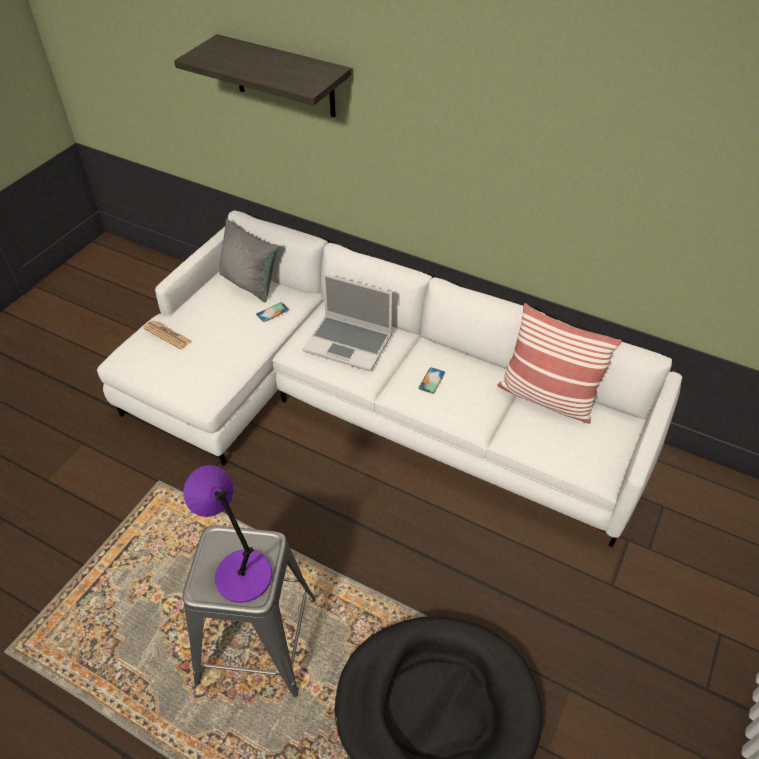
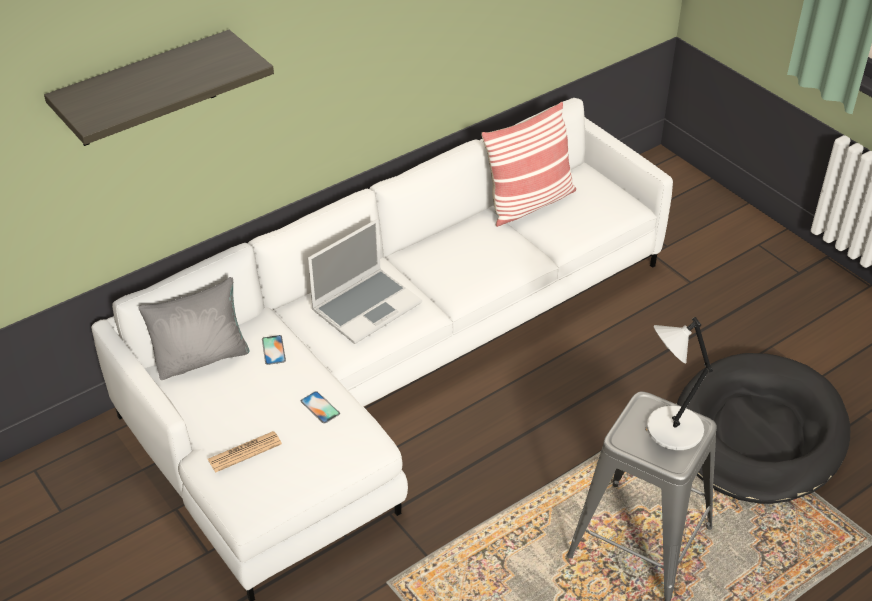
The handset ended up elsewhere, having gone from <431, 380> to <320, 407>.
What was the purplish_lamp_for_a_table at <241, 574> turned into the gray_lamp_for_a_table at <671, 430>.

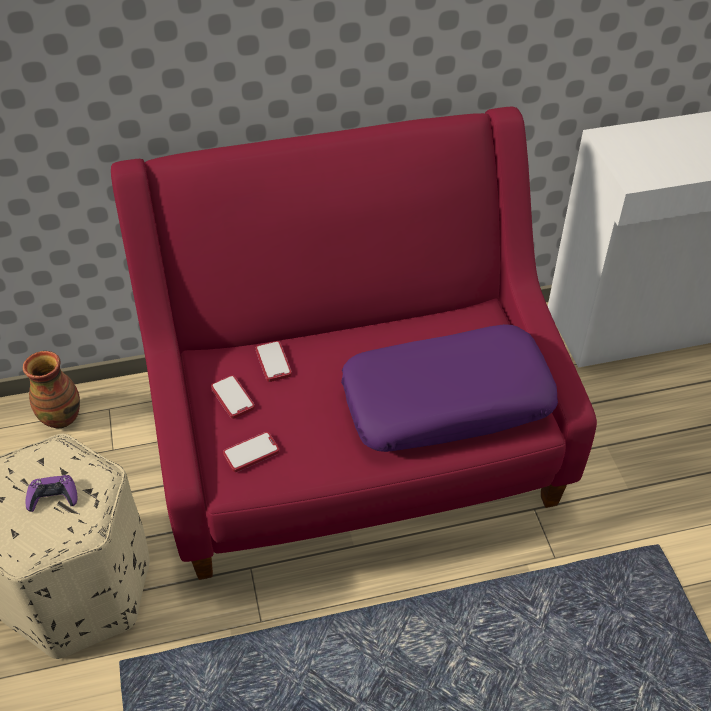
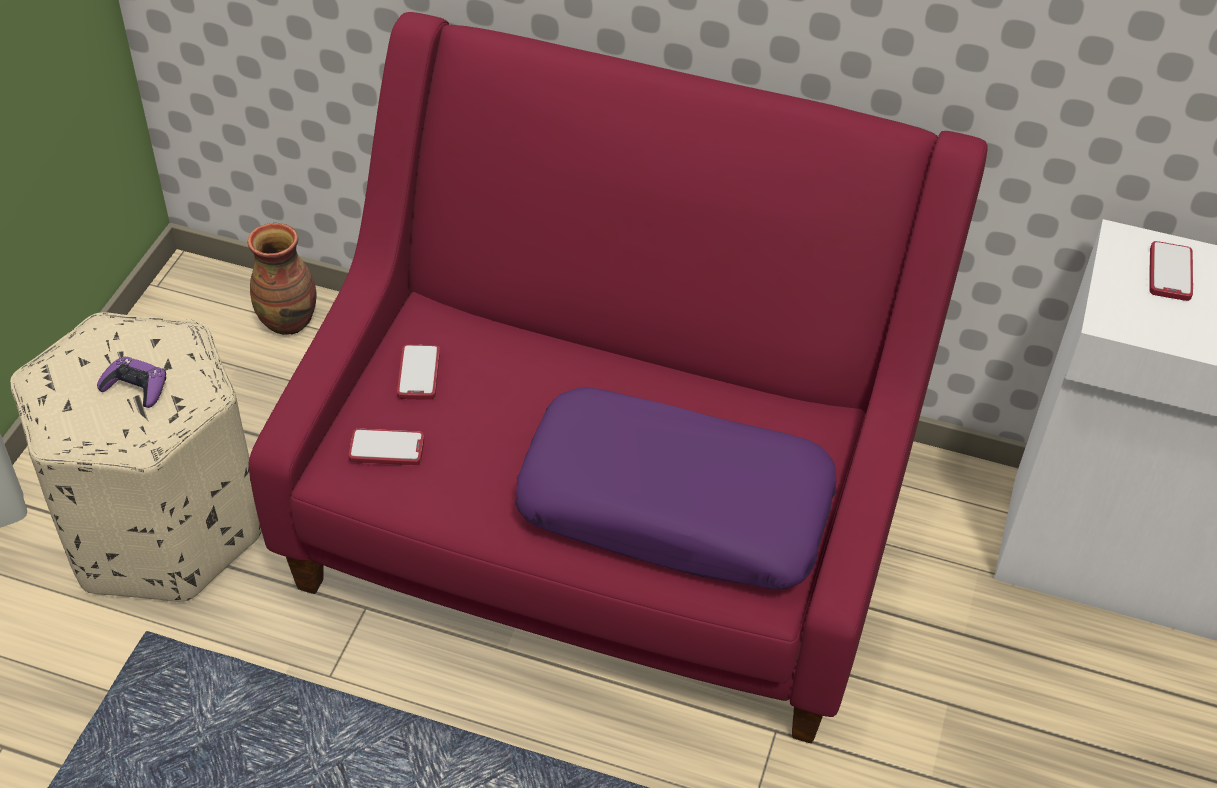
The handset ended up elsewhere, having gone from <273, 362> to <1170, 273>.

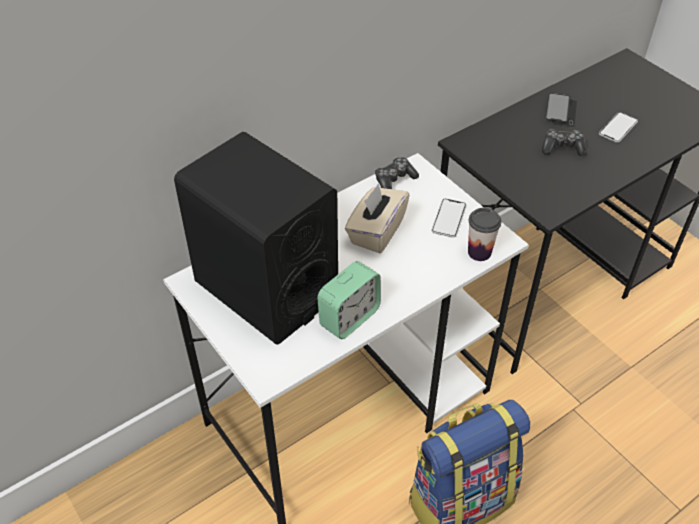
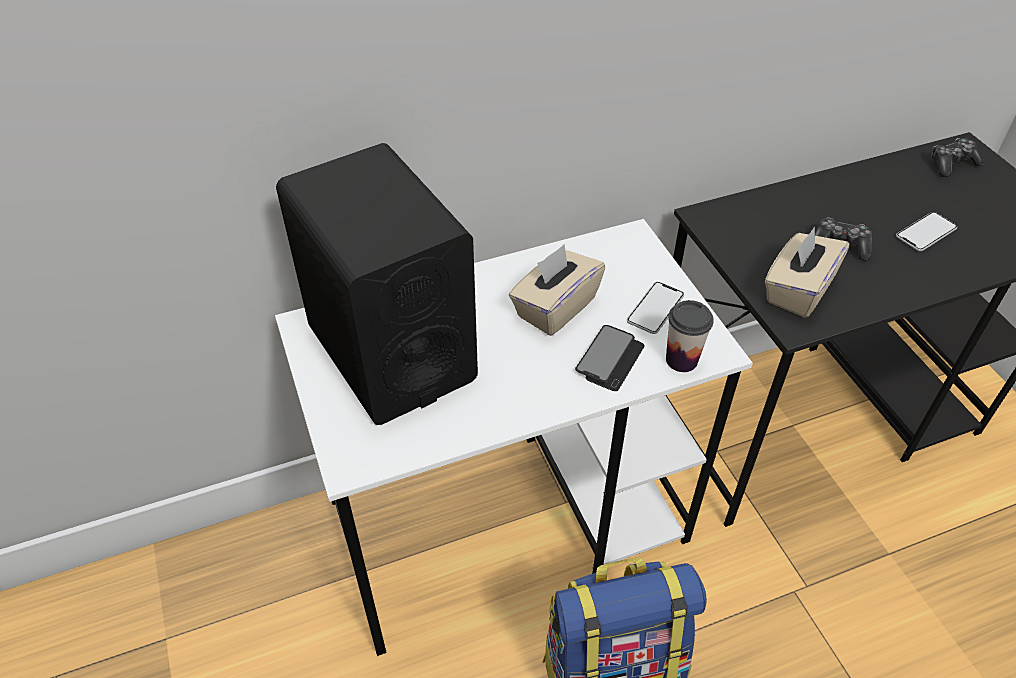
The second view lost the alarm_clock at <349, 318>.
The second view gained the sand-coloured_box_of_tissues at <797, 290>.
The game_controller ended up elsewhere, having gone from <394, 180> to <952, 164>.
The handset ended up elsewhere, having gone from <560, 111> to <610, 359>.

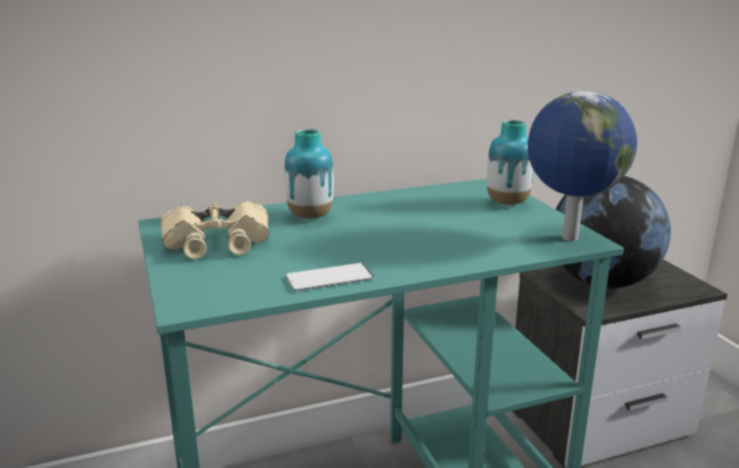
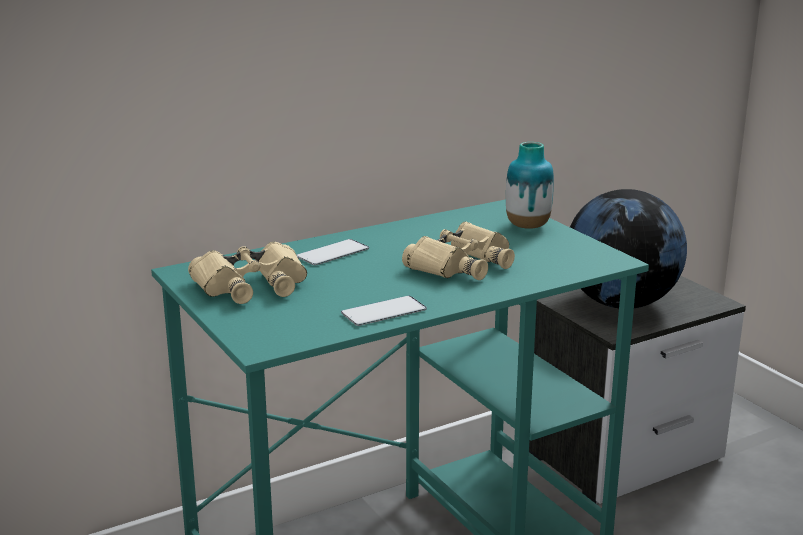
The second view lost the globe at <568, 238>.
The second view gained the sand-coloured_pair_of_binoculars at <462, 264>.
Where the decorative_vase stood at <310, 216>, the handset came to stand at <333, 253>.

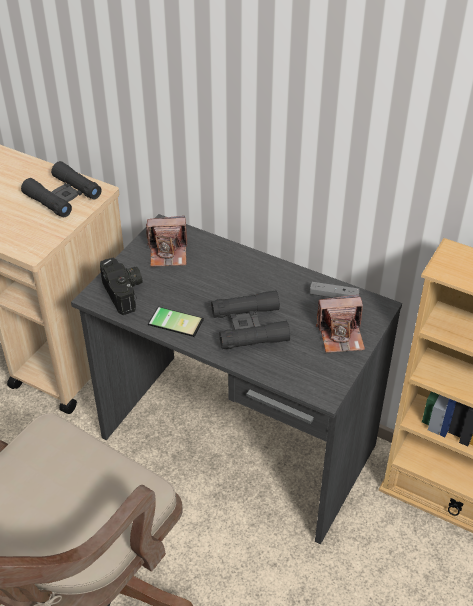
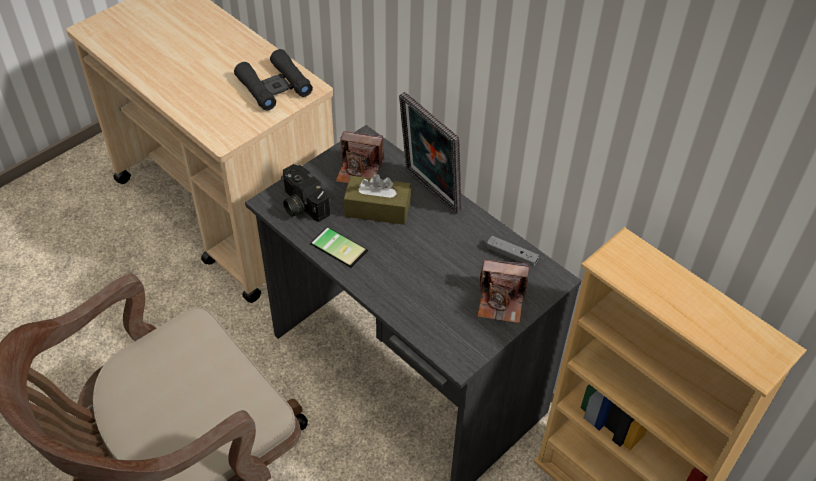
The second view lost the black-coloured_pair_of_binoculars at <249, 326>.
The second view gained the brown_box_of_tissues at <377, 209>.
The second view gained the photo_frame at <429, 192>.
The still_camera at <125, 293> ended up facing another way, 150 degrees clockwise from before.

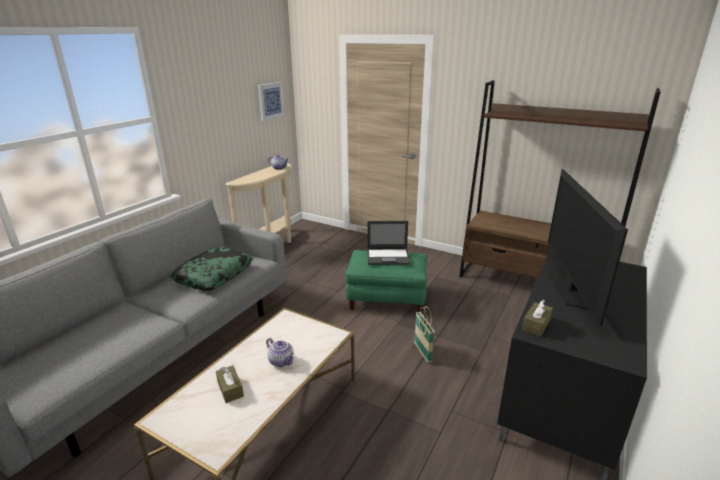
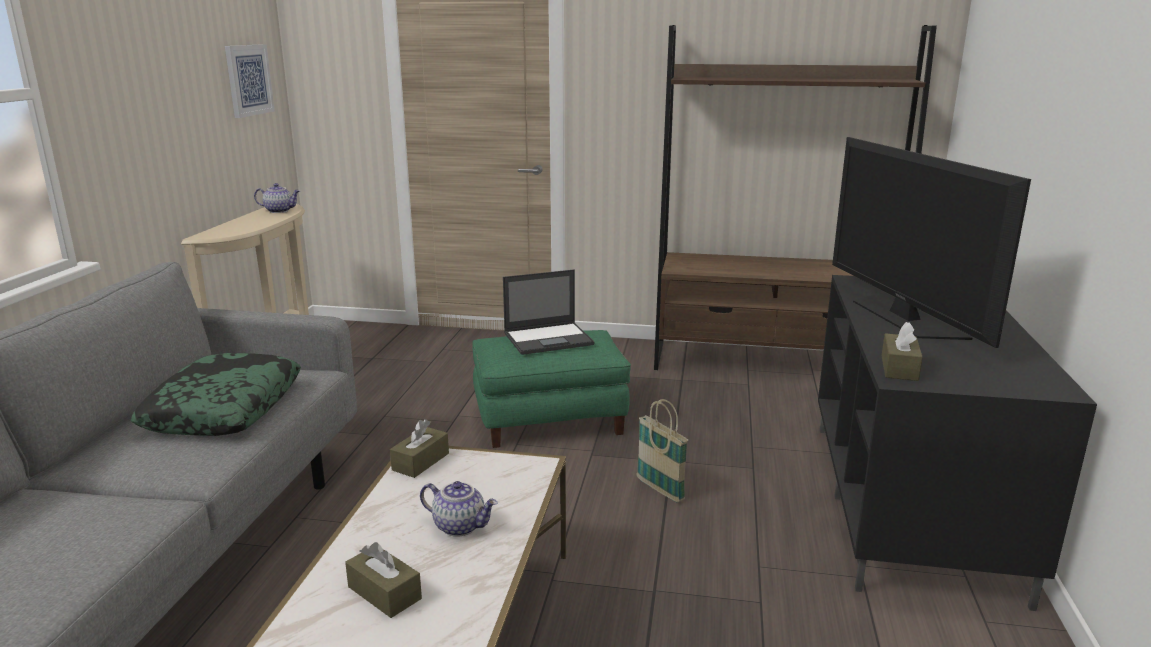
The second view gained the brown_box_of_tissues at <420, 462>.

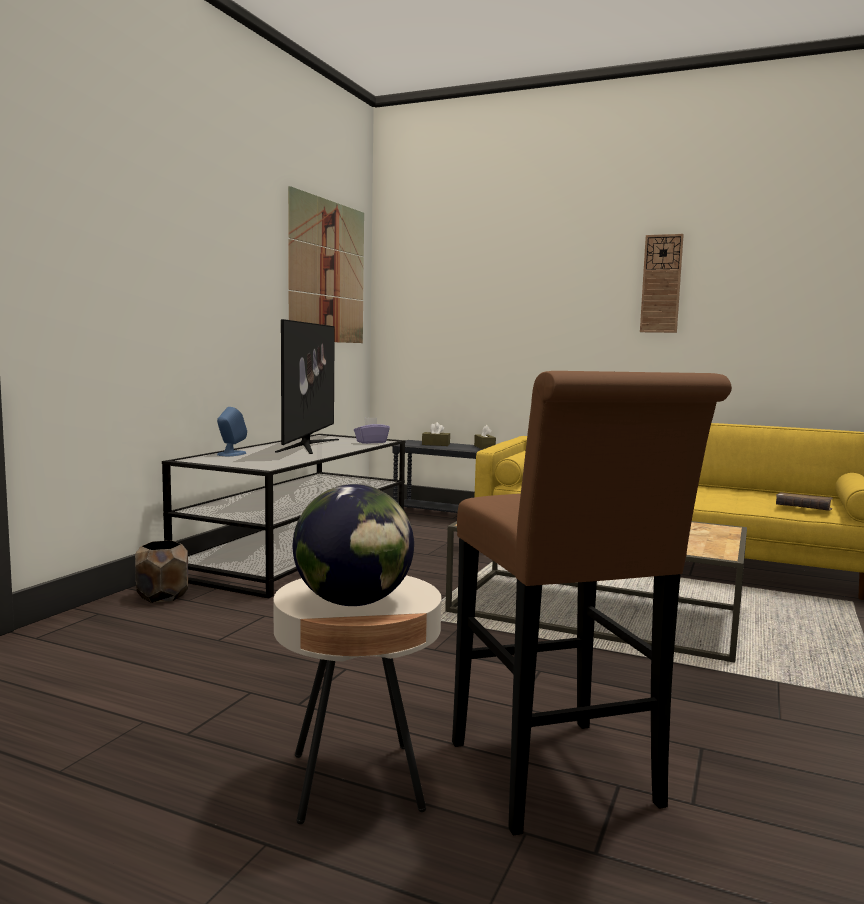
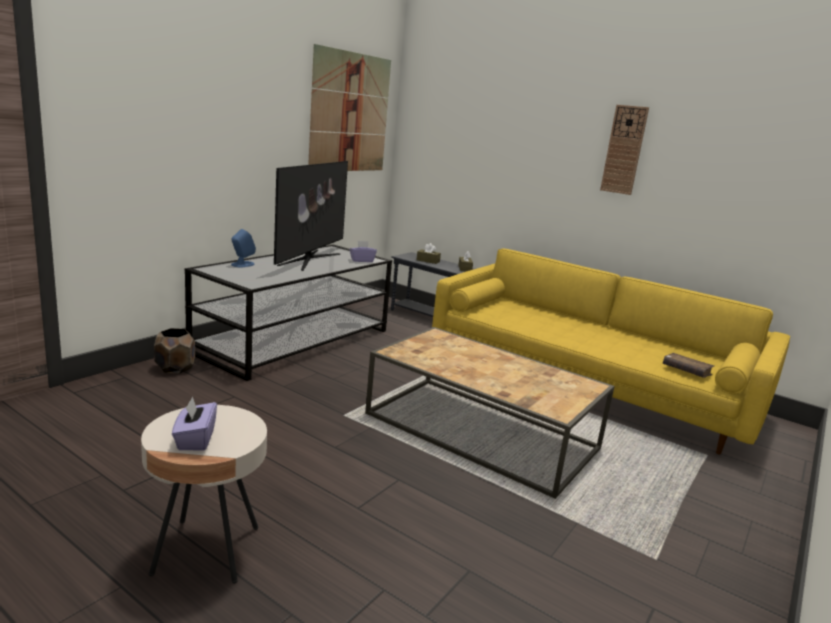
The second view lost the brown_stool_seat at <560, 782>.
Where the globe stood at <354, 602>, the purplish_box_of_tissues came to stand at <195, 439>.

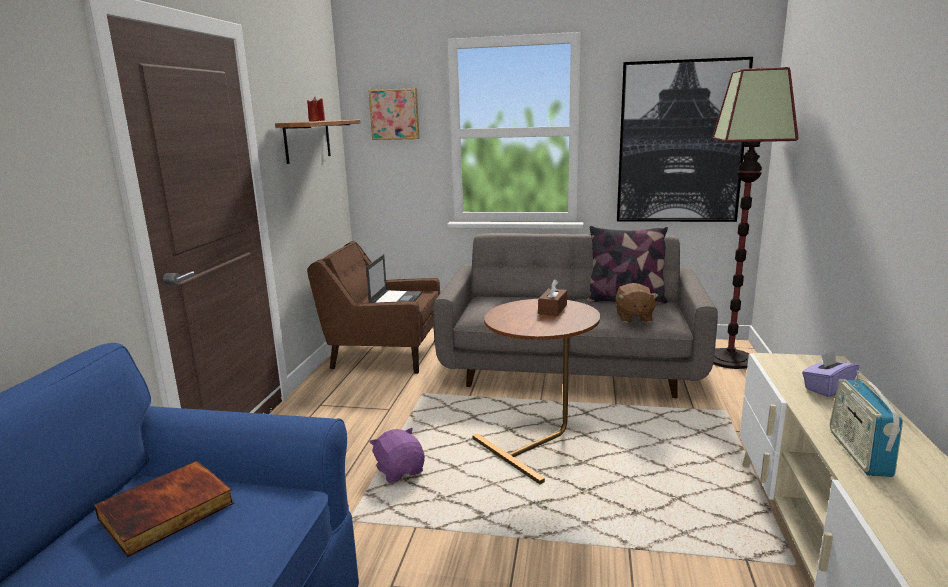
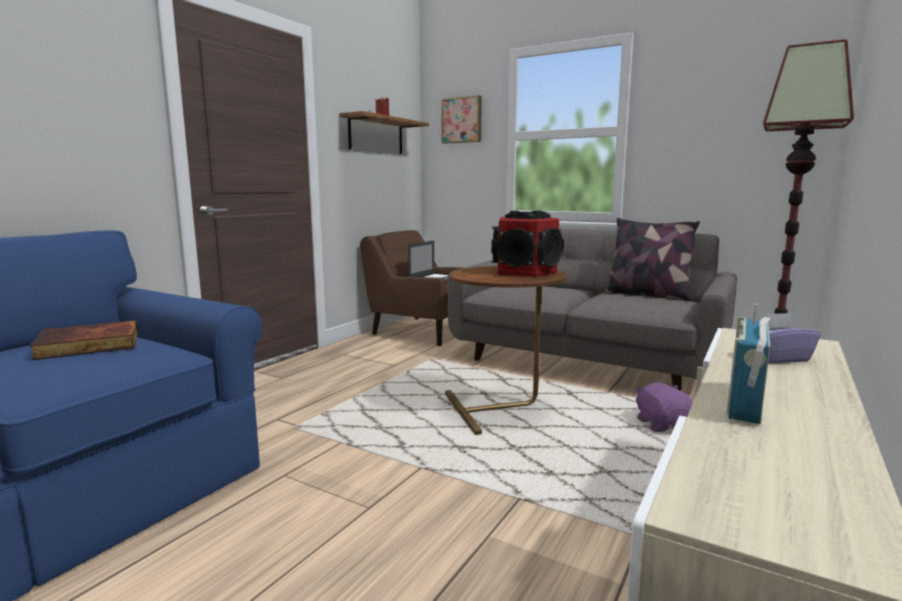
The second view lost the brown_plush_toy at <633, 317>.
The second view lost the wall_art at <680, 143>.
The purplish_plush_toy ended up elsewhere, having gone from <400, 471> to <662, 425>.
Where the brown_box_of_tissues stood at <552, 309>, the speaker came to stand at <524, 271>.

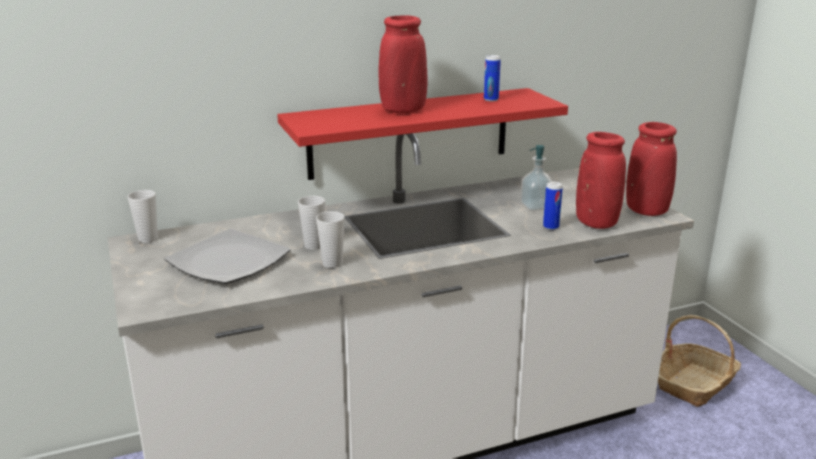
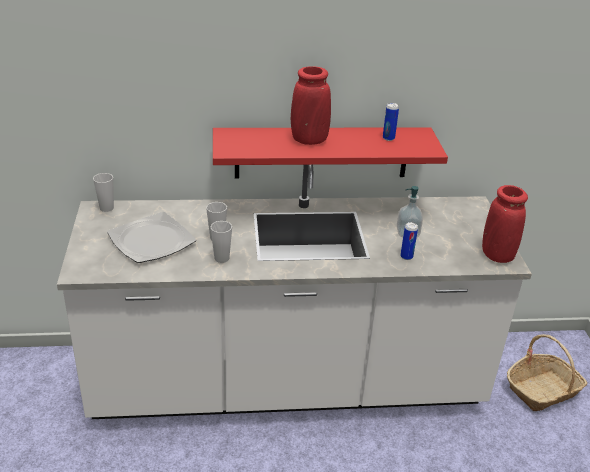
The second view lost the red-coloured_decorative_vase at <596, 223>.

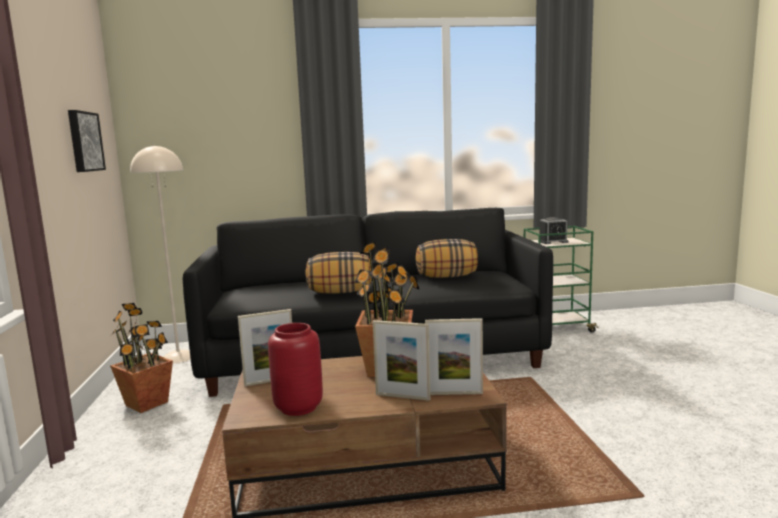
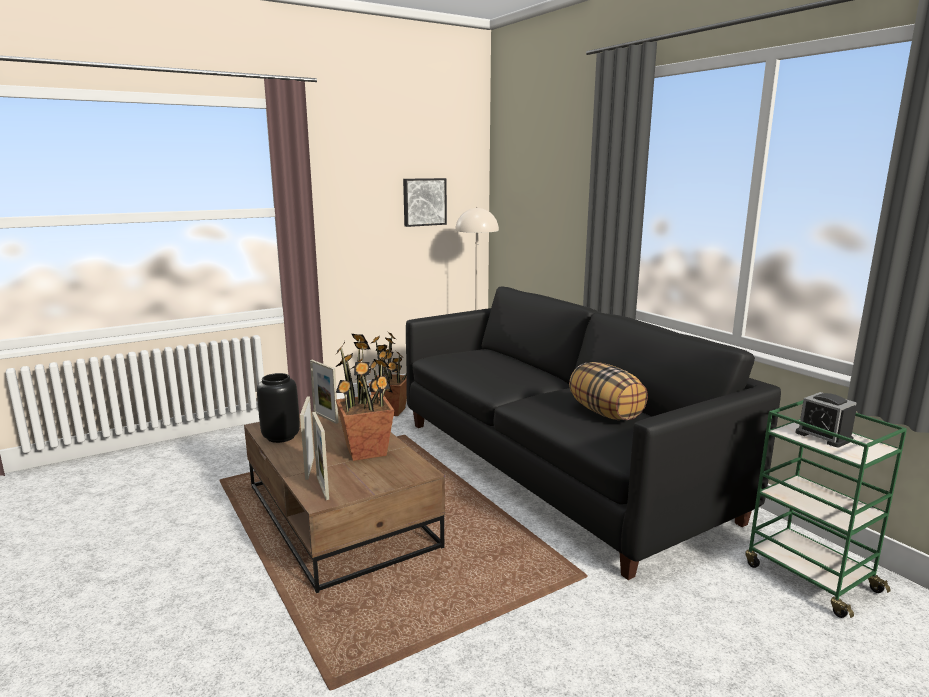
The second view lost the pillow at <340, 292>.
What was the red-coloured_decorative_vase at <299, 407> turned into the black-coloured_decorative_vase at <281, 437>.

